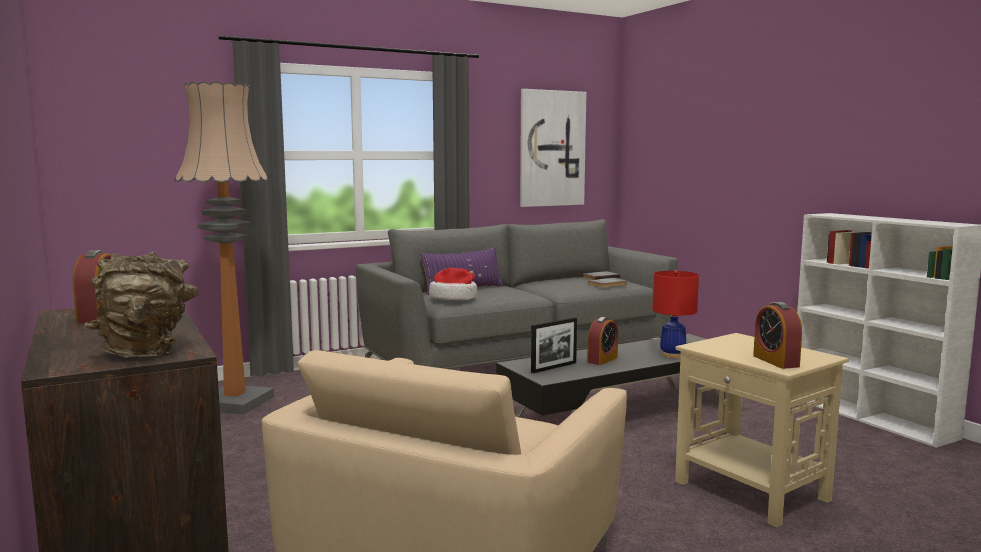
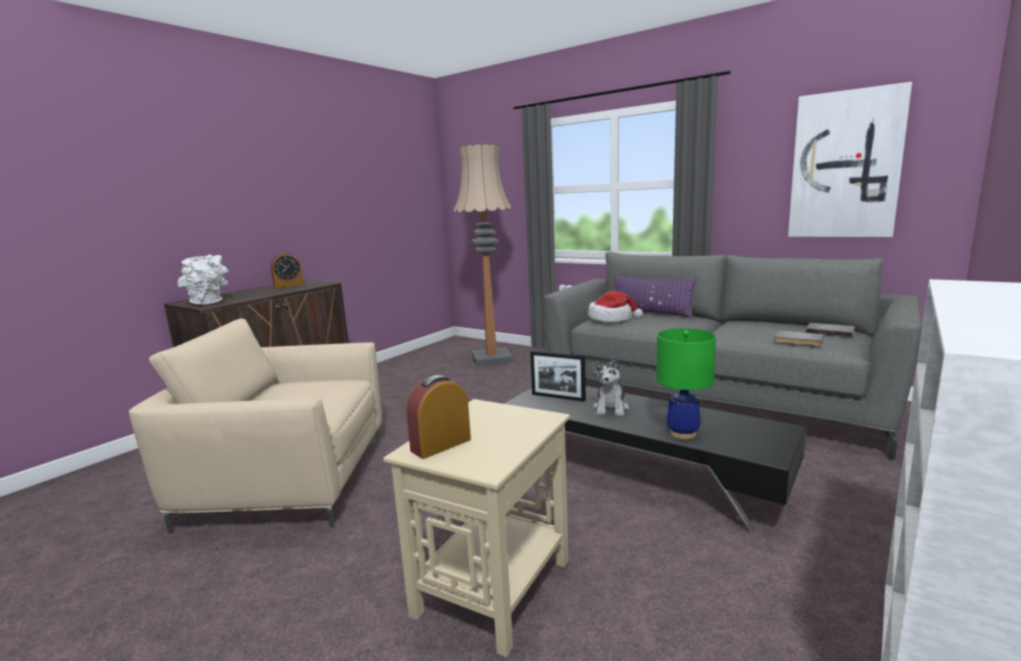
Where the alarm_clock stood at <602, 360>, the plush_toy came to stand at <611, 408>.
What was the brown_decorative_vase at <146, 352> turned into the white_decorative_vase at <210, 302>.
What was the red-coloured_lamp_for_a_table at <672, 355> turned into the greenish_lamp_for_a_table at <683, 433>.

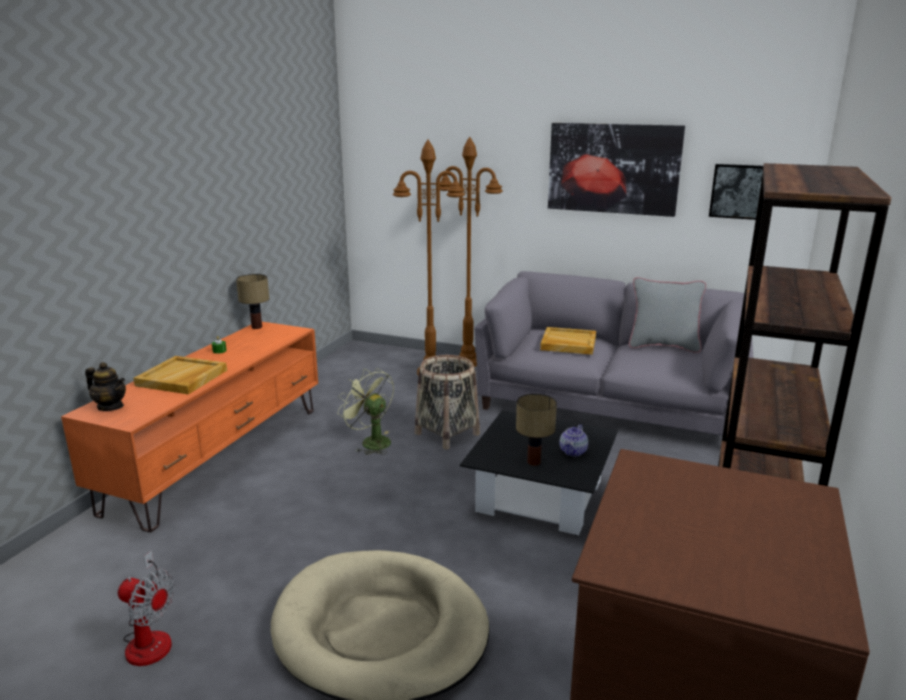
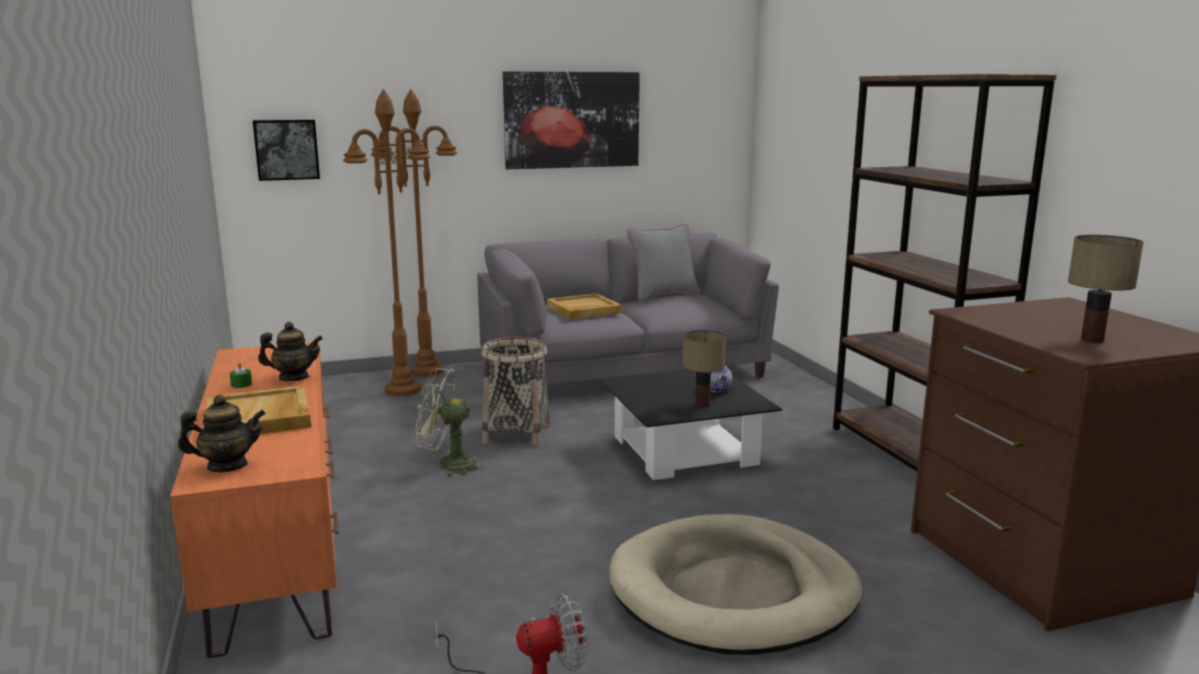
The second view gained the teapot at <294, 378>.
The lamp_for_a_table ended up elsewhere, having gone from <257, 327> to <1090, 339>.
The wall_art ended up elsewhere, having gone from <739, 191> to <287, 149>.

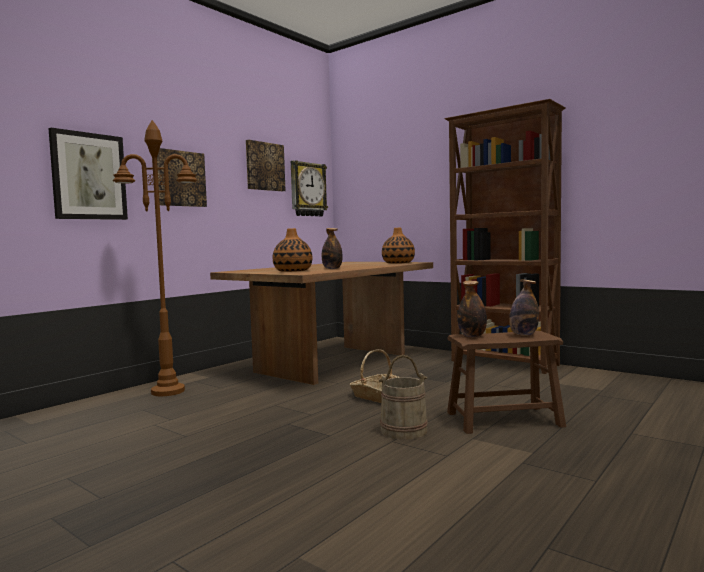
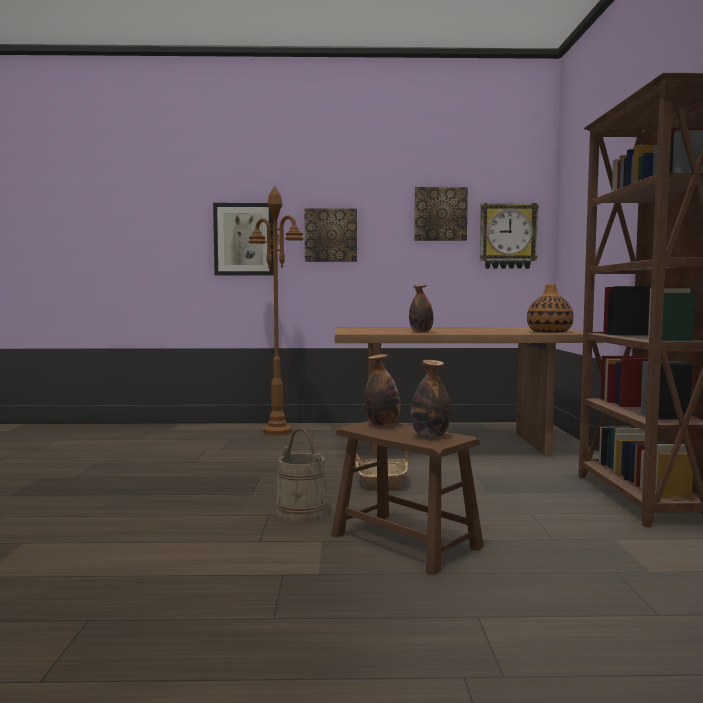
The second view lost the decorative_vase at <292, 271>.

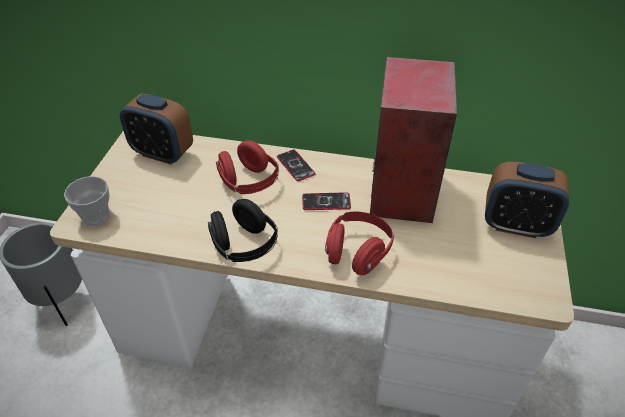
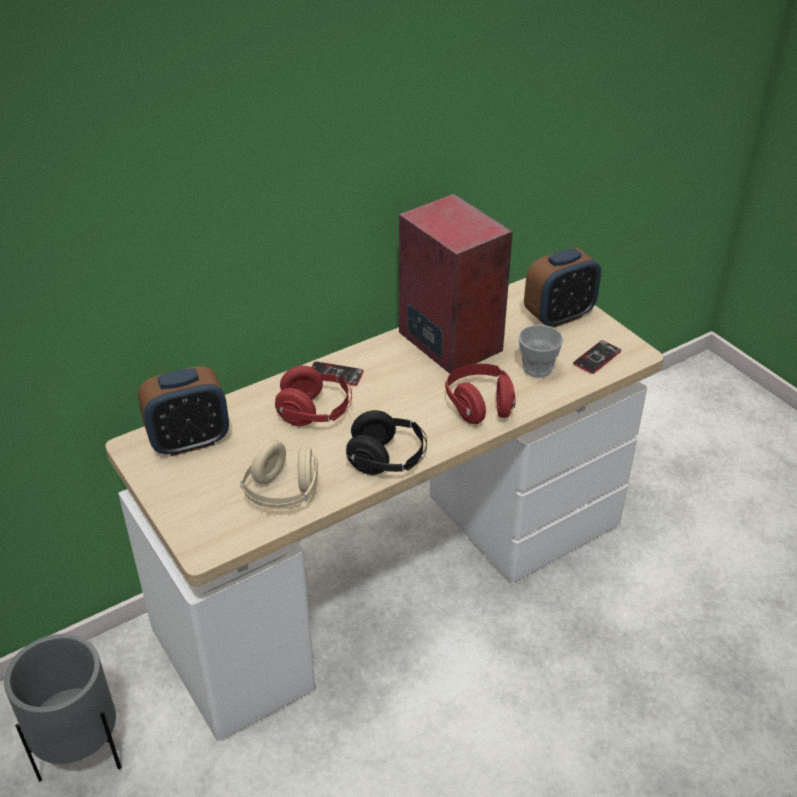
The second view gained the sand-coloured_headset at <282, 494>.
The cup ended up elsewhere, having gone from <96, 216> to <537, 368>.
The handset ended up elsewhere, having gone from <326, 202> to <597, 358>.

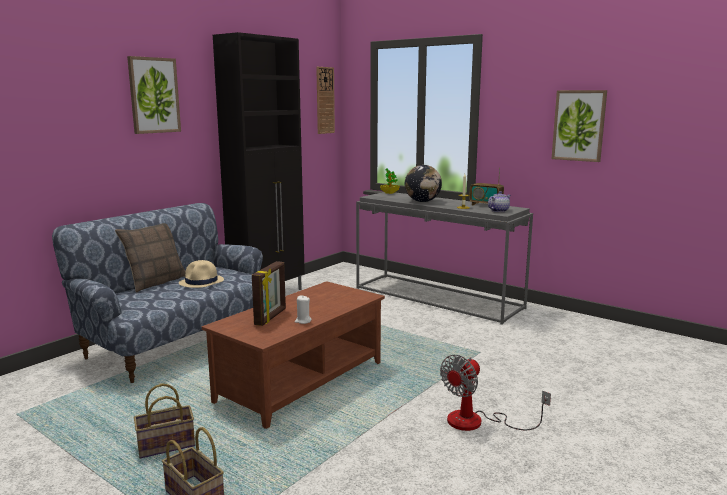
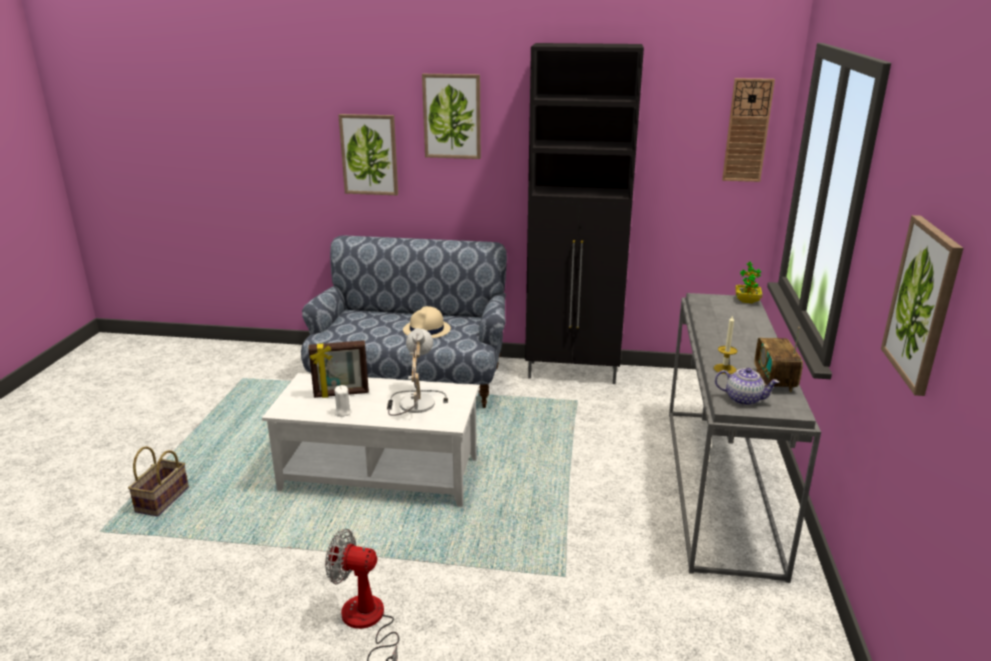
The second view lost the pillow at <156, 282>.
The second view lost the storage_basket at <165, 446>.
The second view lost the globe at <422, 201>.
The second view gained the wall_art at <369, 154>.
The second view gained the lamp_for_a_table at <413, 402>.
What was the brown_low_table at <300, 381> turned into the white_low_table at <380, 473>.

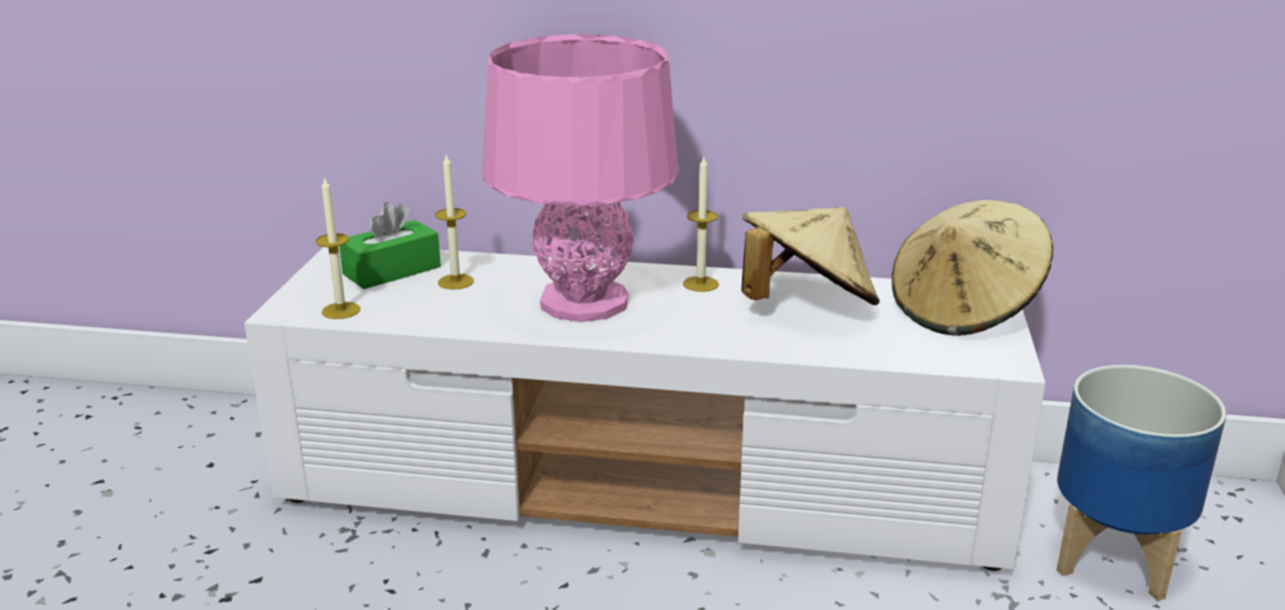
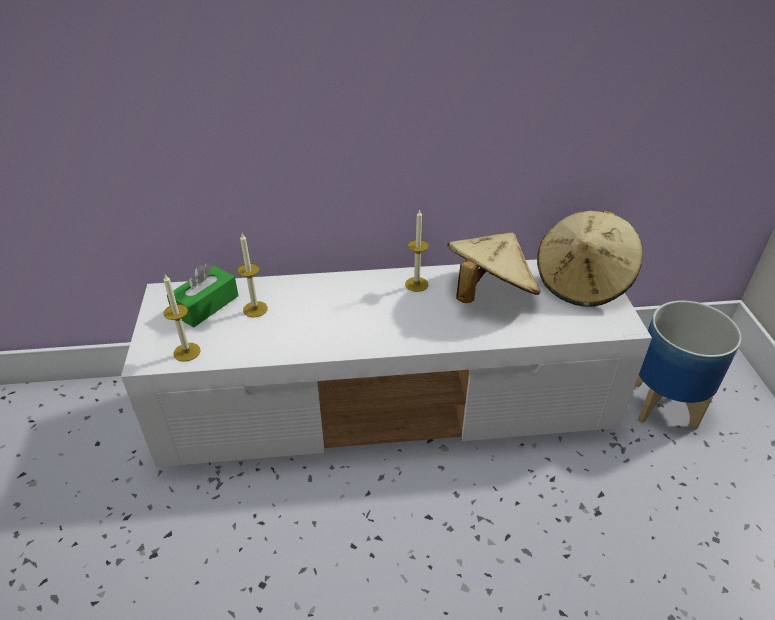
The second view lost the pink-coloured_lamp_for_a_table at <583, 302>.

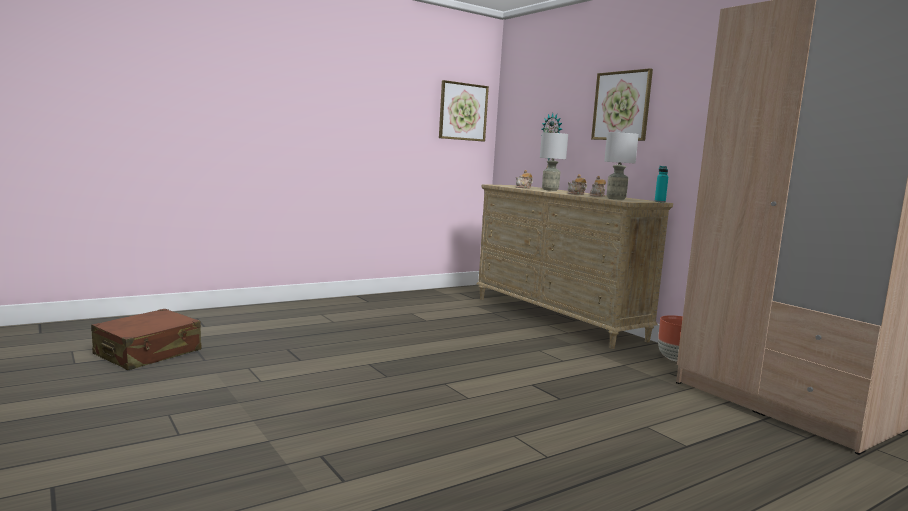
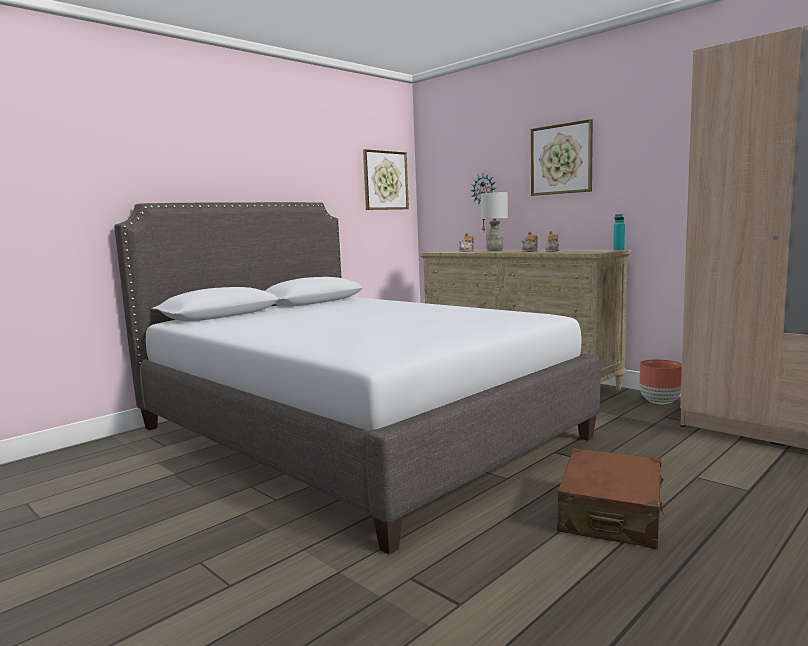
The second view lost the gray_lamp_for_a_table at <616, 199>.
The second view gained the gray_sleeping_bed at <352, 433>.
The brown_suitcase ended up elsewhere, having gone from <148, 353> to <611, 515>.

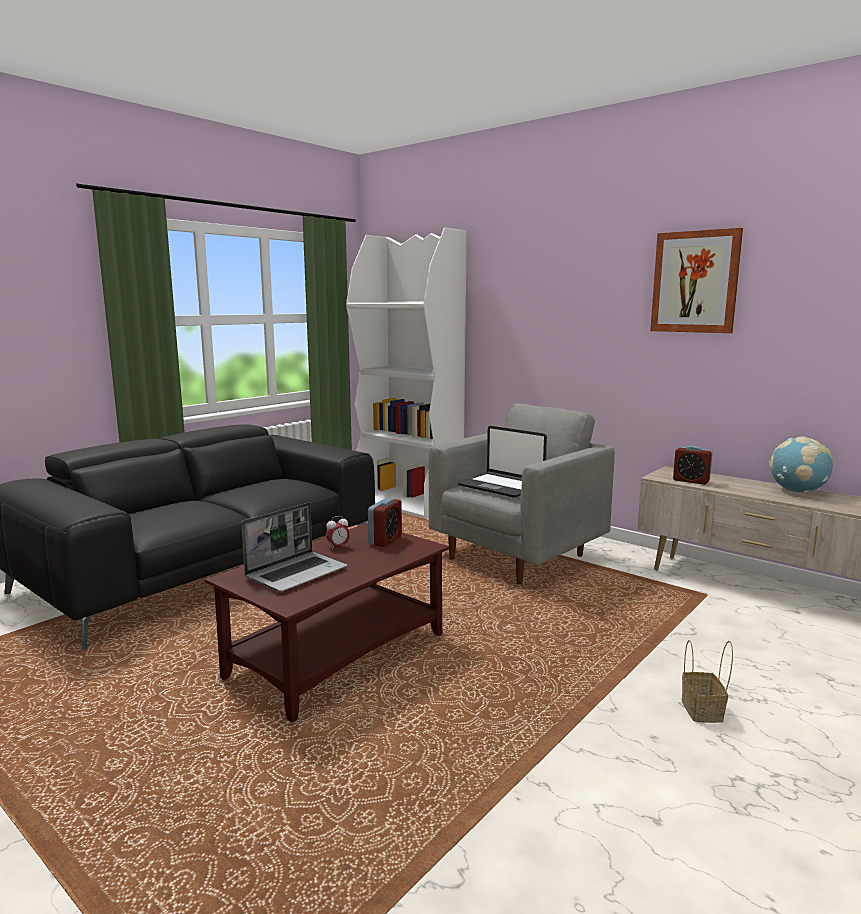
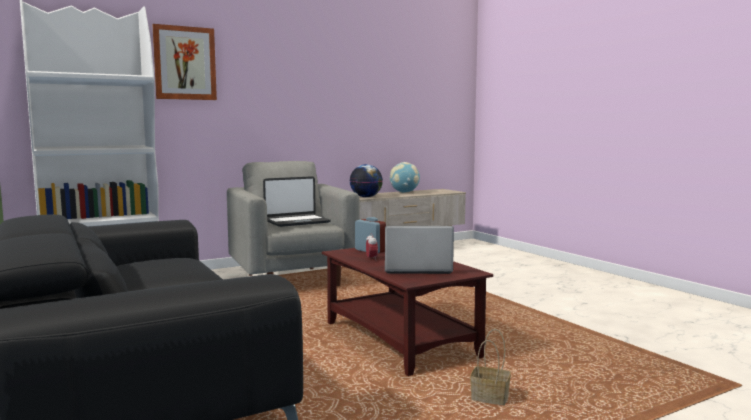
The wall_art ended up elsewhere, having gone from <695, 282> to <185, 63>.
The storage_basket ended up elsewhere, having gone from <703, 711> to <491, 398>.
Where the alarm_clock stood at <691, 481>, the globe came to stand at <366, 197>.
The portable_computer at <297, 573> ended up facing another way, 60 degrees counterclockwise from before.

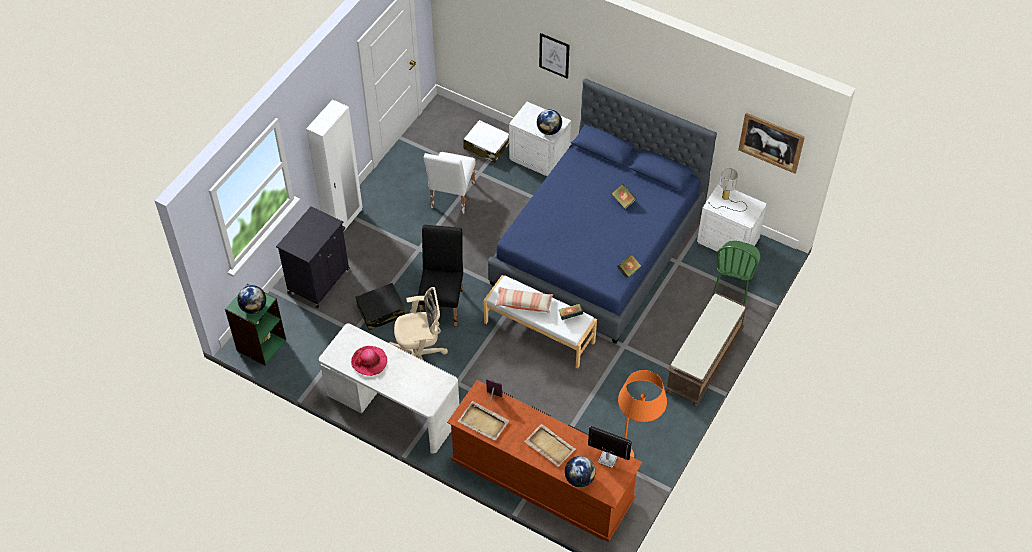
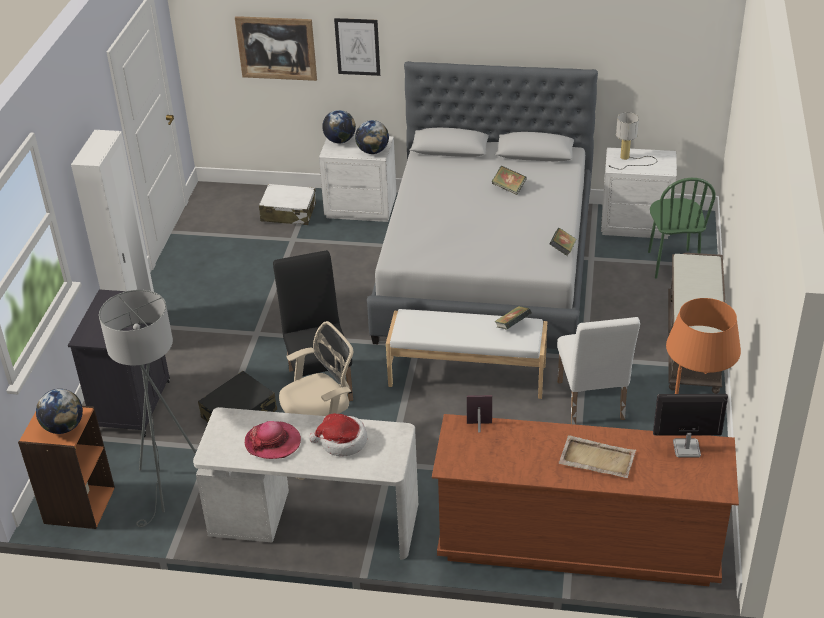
The second view lost the sand-coloured_tray at <484, 422>.
The second view lost the pillow at <524, 303>.
The second view gained the gray_standard_lamp at <169, 486>.
The second view gained the hat at <342, 442>.
The white_upright_chair ended up elsewhere, having gone from <451, 198> to <591, 405>.
The globe ended up elsewhere, having gone from <579, 479> to <340, 141>.
The wall_art ended up elsewhere, having gone from <771, 142> to <276, 48>.
What was the greenish_bookcase at <261, 345> turned into the orangey_bookcase at <79, 505>.
What was the blue-coloured_sleeping_bed at <598, 247> turned into the gray_sleeping_bed at <486, 270>.

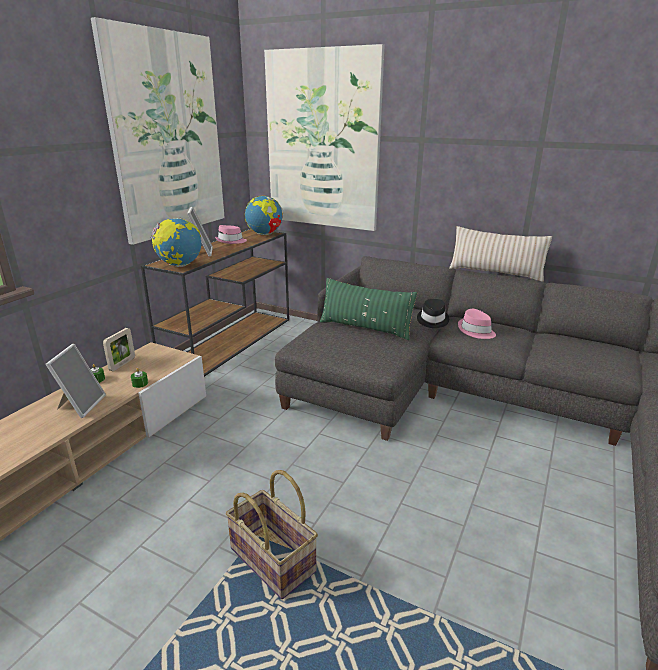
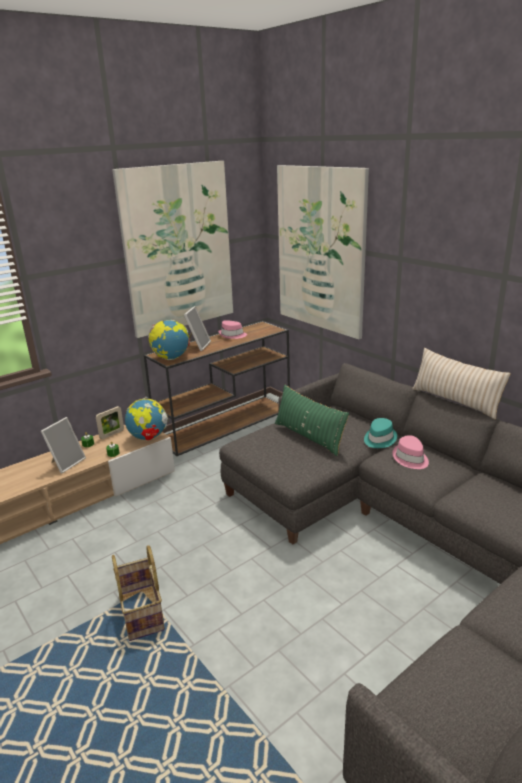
The globe ended up elsewhere, having gone from <265, 234> to <148, 438>.
What was the black-coloured_hat at <432, 320> turned into the turquoise_hat at <379, 439>.

